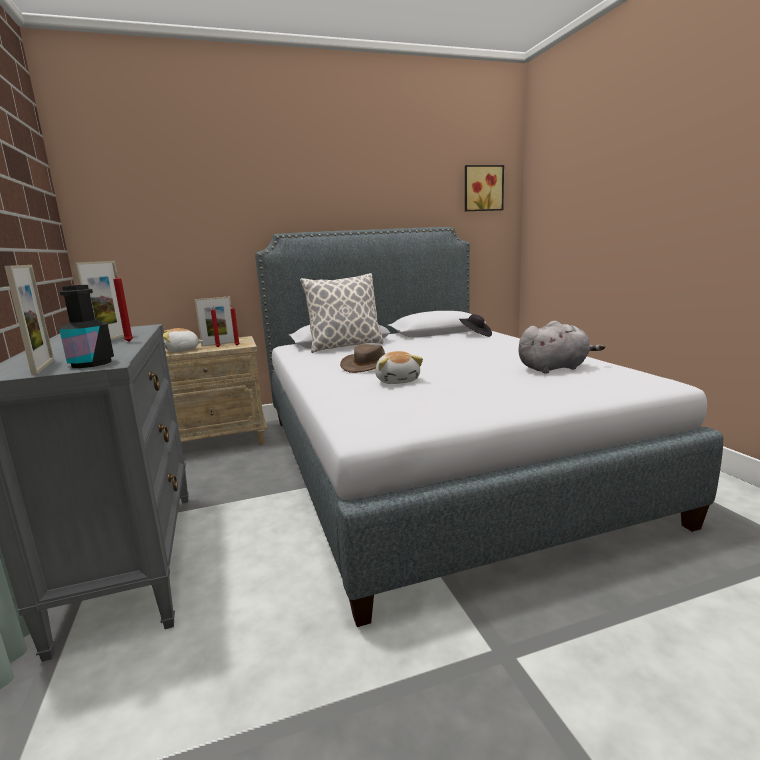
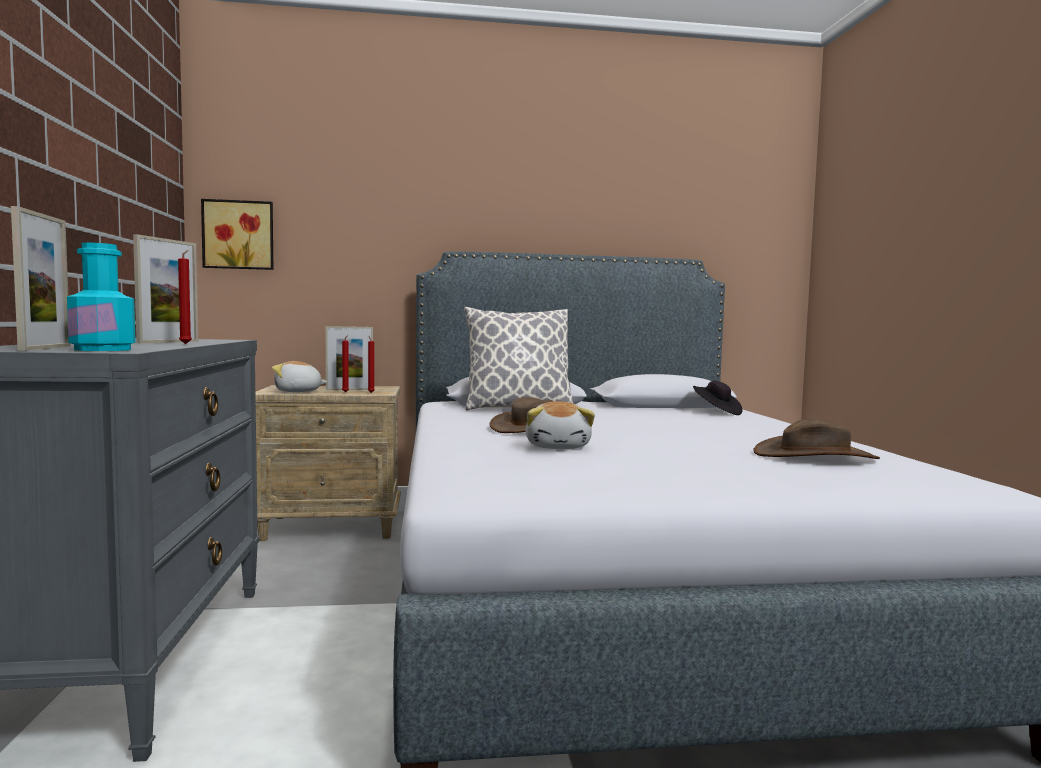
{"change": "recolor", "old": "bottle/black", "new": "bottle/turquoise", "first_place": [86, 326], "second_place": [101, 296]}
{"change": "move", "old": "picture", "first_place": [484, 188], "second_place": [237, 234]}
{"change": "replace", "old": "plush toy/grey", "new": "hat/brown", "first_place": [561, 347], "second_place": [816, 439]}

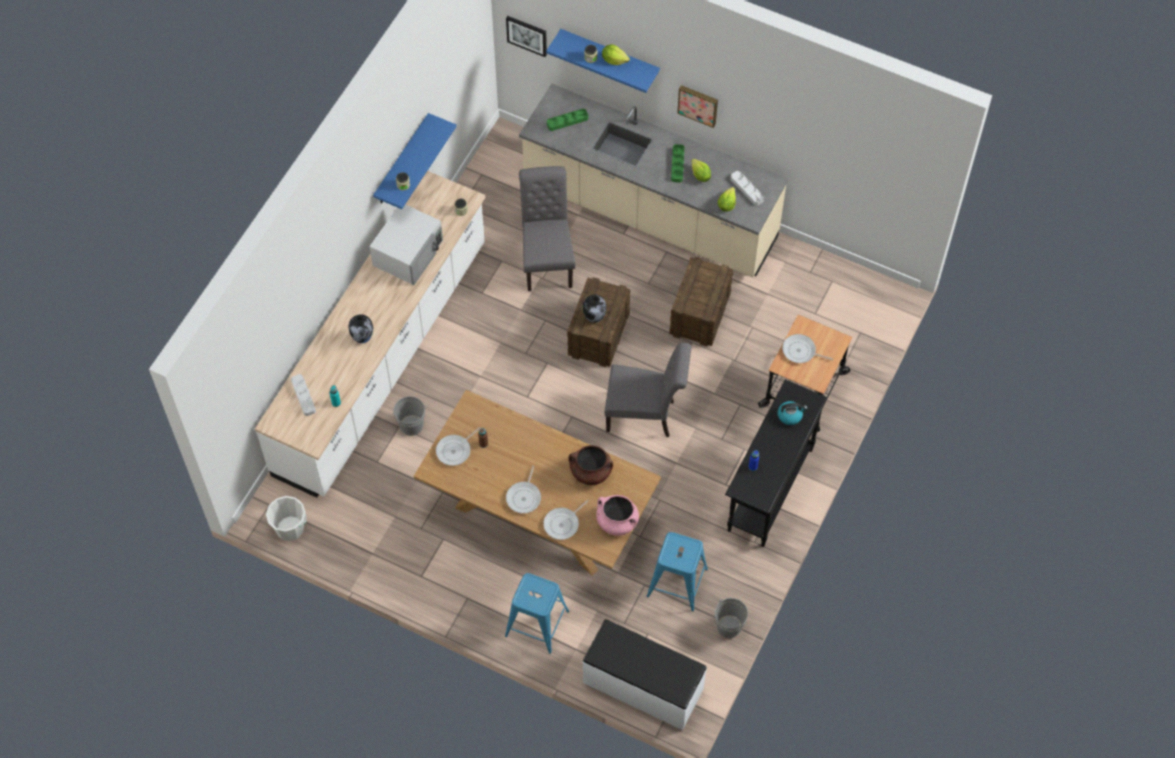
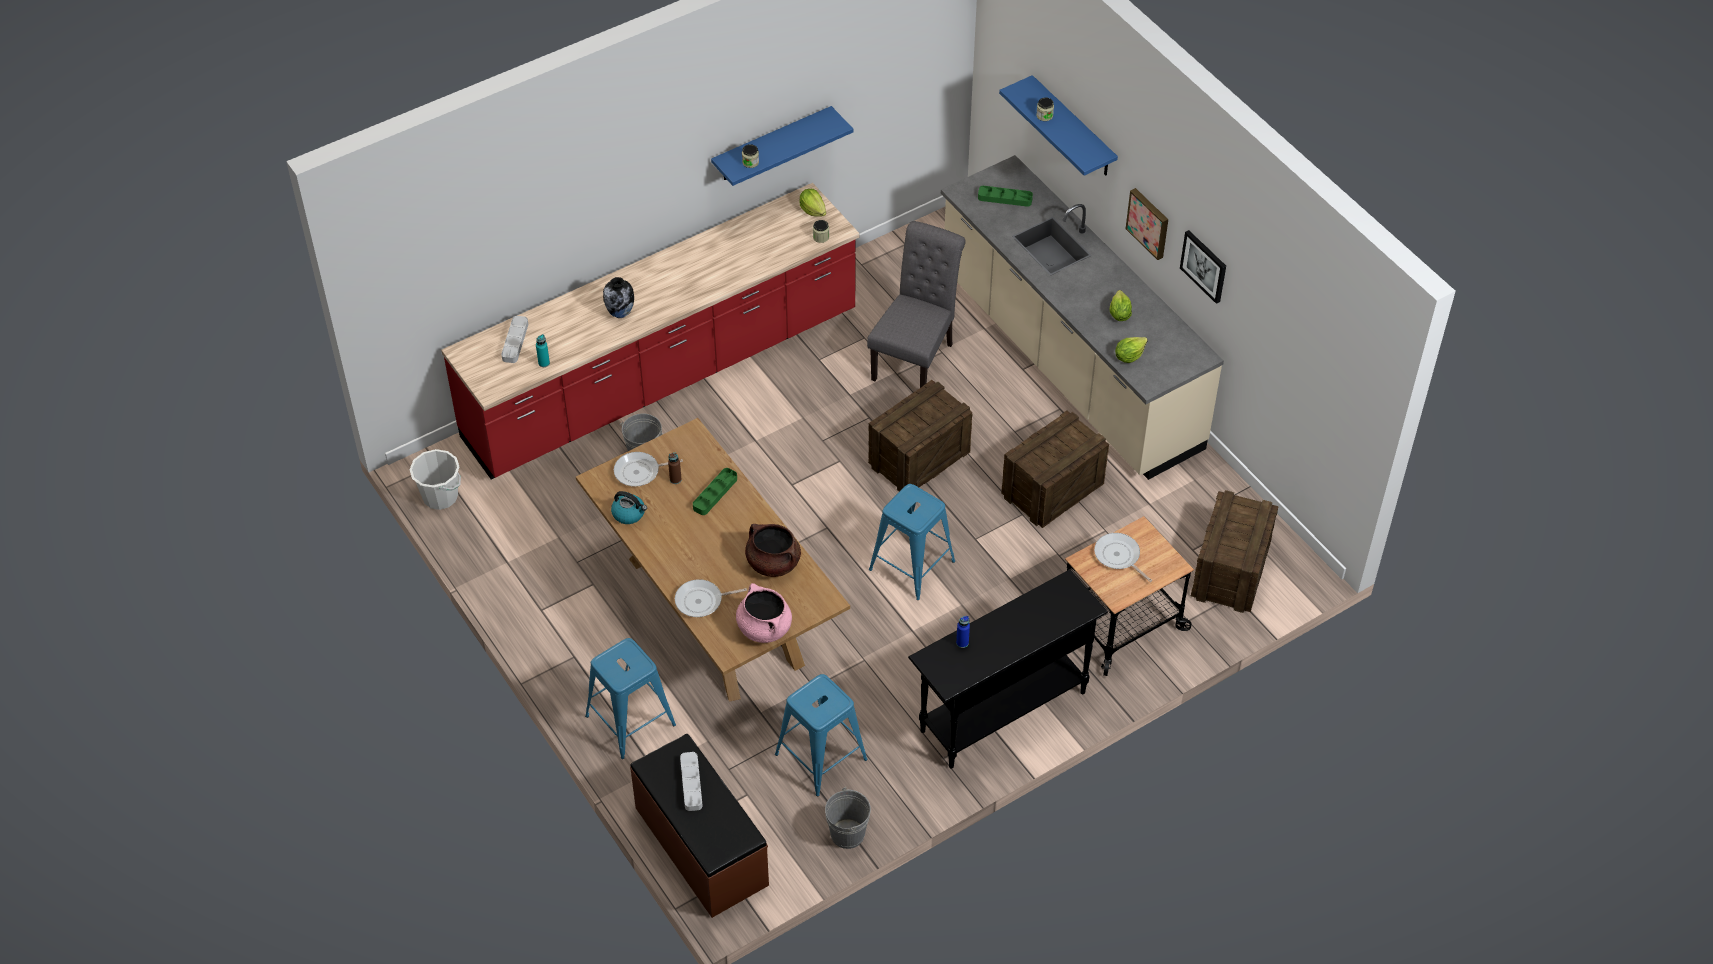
{"change": "recolor", "old": "counter/white", "new": "counter/red", "first_place": [370, 334], "second_place": [650, 331]}
{"change": "move", "old": "kettle", "first_place": [792, 413], "second_place": [629, 507]}
{"change": "recolor", "old": "bench/white", "new": "bench/brown", "first_place": [645, 674], "second_place": [699, 826]}
{"change": "move", "old": "tray/grey", "first_place": [747, 188], "second_place": [691, 781]}
{"change": "move", "old": "tray/green", "first_place": [677, 163], "second_place": [715, 491]}
{"change": "move", "old": "lettuce", "first_place": [616, 54], "second_place": [812, 203]}
{"change": "replace", "old": "chair/grey", "new": "stool/blue", "first_place": [647, 390], "second_place": [912, 542]}
{"change": "move", "old": "picture", "first_place": [526, 36], "second_place": [1203, 267]}
{"change": "insert", "new": "crate", "second_place": [1235, 551]}
{"change": "delete", "old": "microwave/white", "first_place": [406, 244]}
{"change": "delete", "old": "frying pan", "first_place": [523, 489]}
{"change": "delete", "old": "vase", "first_place": [594, 308]}

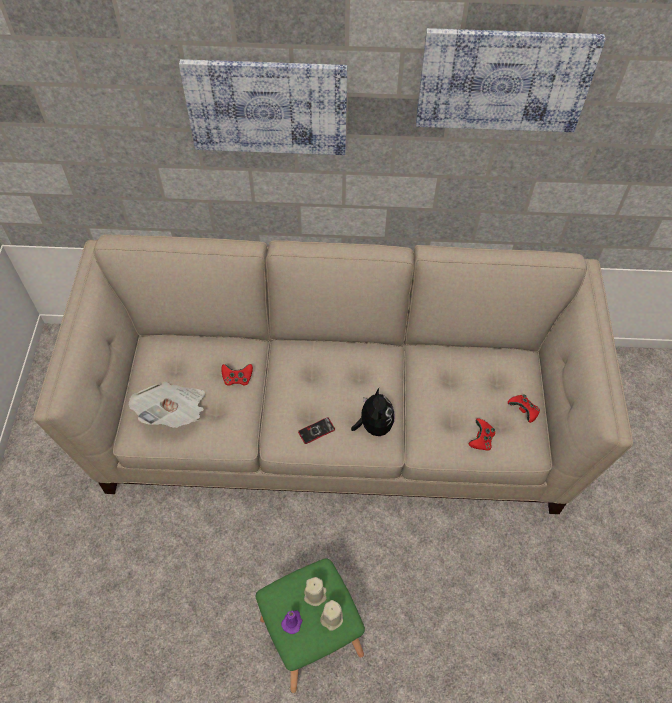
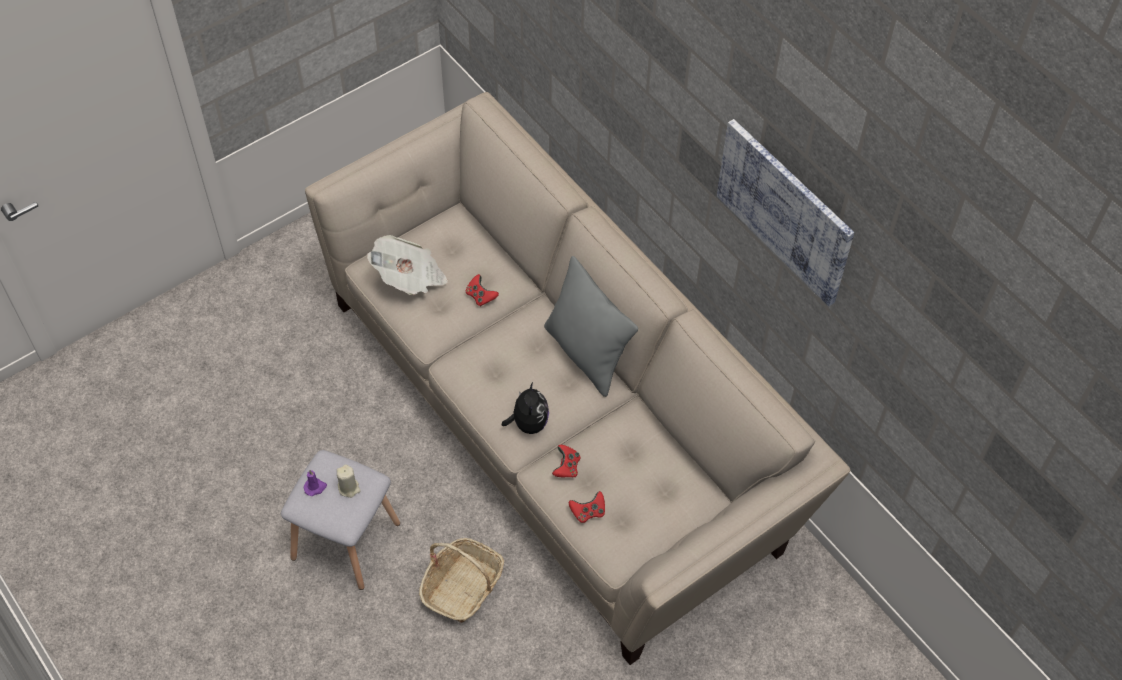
{"change": "recolor", "old": "stool/green", "new": "stool/grey", "first_place": [310, 625], "second_place": [340, 520]}
{"change": "insert", "new": "basket", "second_place": [461, 580]}
{"change": "rotate", "old": "plush toy", "first_place": [373, 412], "second_place": [525, 408], "degrees": -45}
{"change": "insert", "new": "pillow/grey", "second_place": [591, 326]}
{"change": "move", "old": "game controller/red", "first_place": [524, 408], "second_place": [566, 461]}
{"change": "delete", "old": "picture", "first_place": [263, 107]}
{"change": "delete", "old": "phone", "first_place": [316, 430]}
{"change": "delete", "old": "candle/beige", "first_place": [331, 615]}

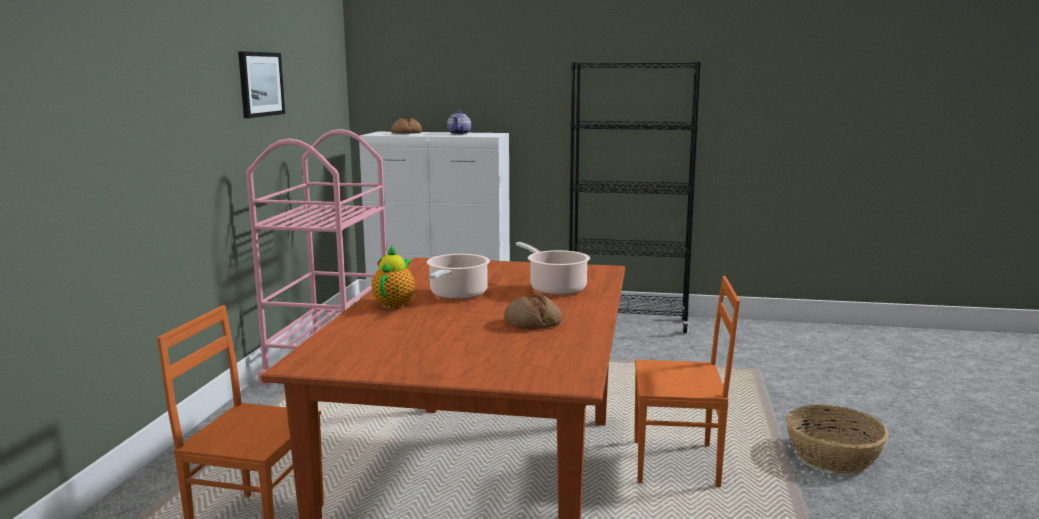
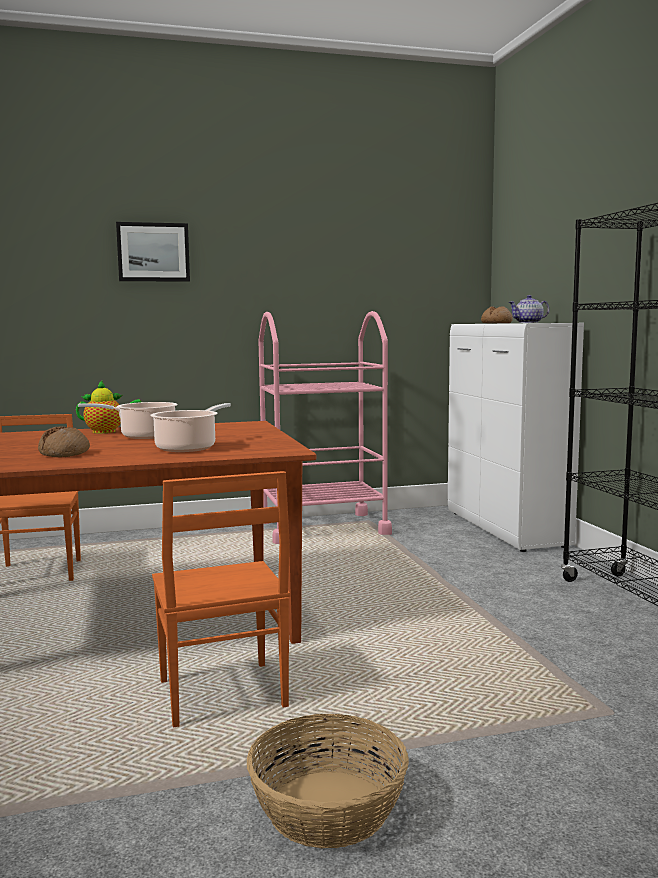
{"change": "move", "old": "picture", "first_place": [261, 84], "second_place": [153, 251]}

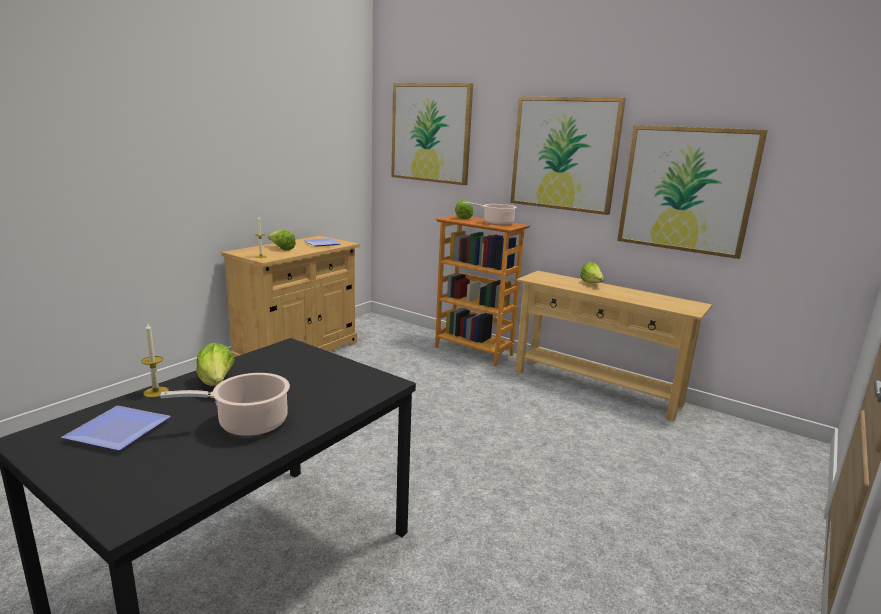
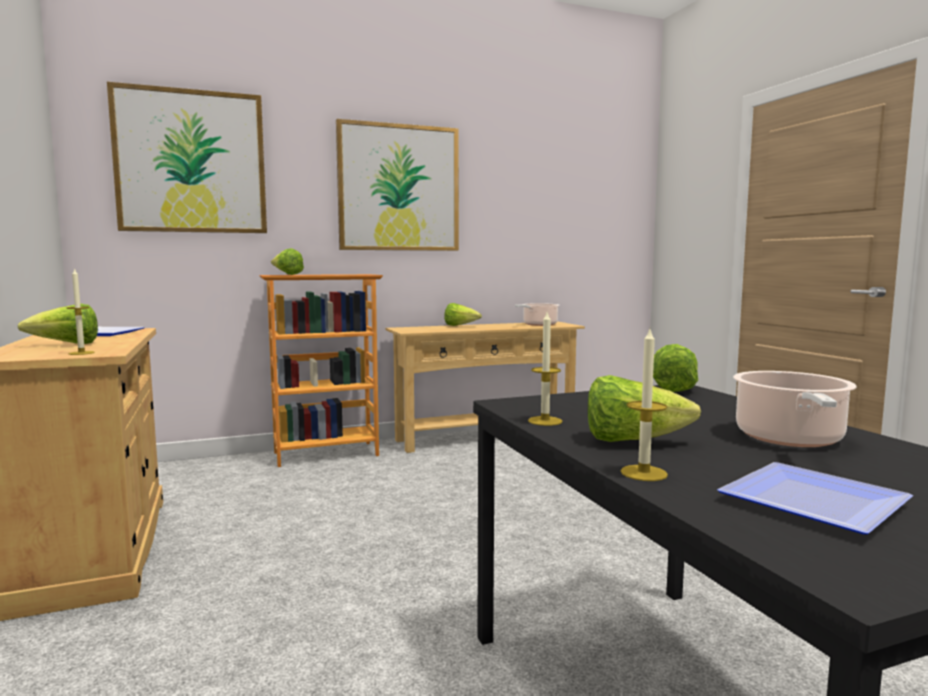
{"change": "move", "old": "cooking pot", "first_place": [490, 214], "second_place": [537, 314]}
{"change": "insert", "new": "candle", "second_place": [545, 369]}
{"change": "insert", "new": "lettuce", "second_place": [675, 368]}
{"change": "delete", "old": "picture", "first_place": [692, 192]}

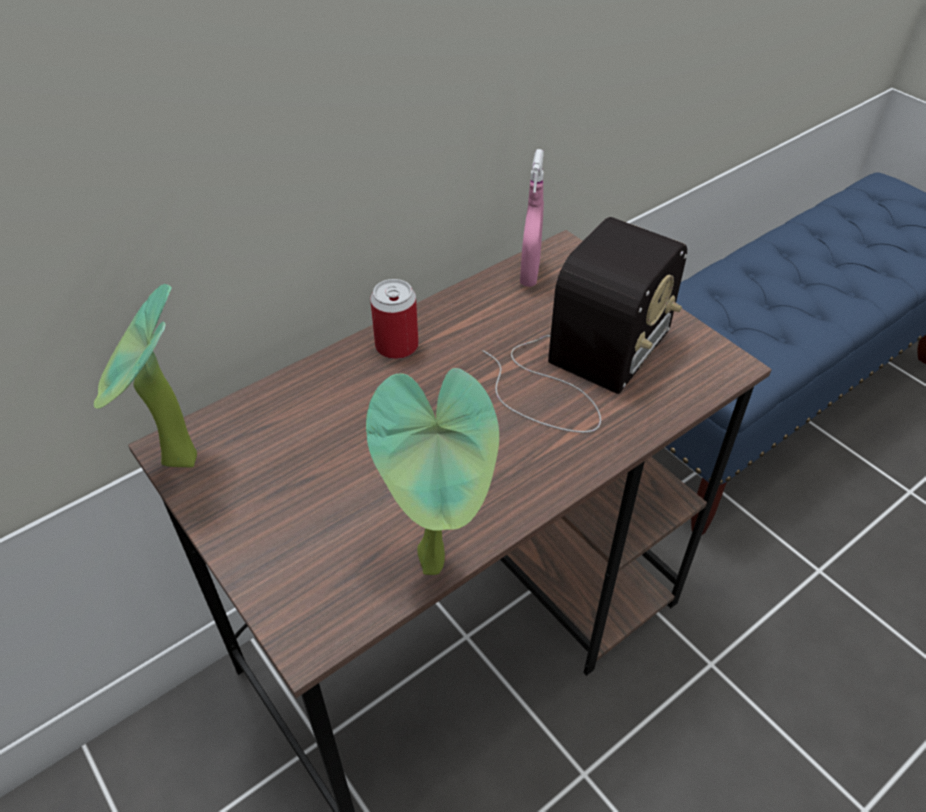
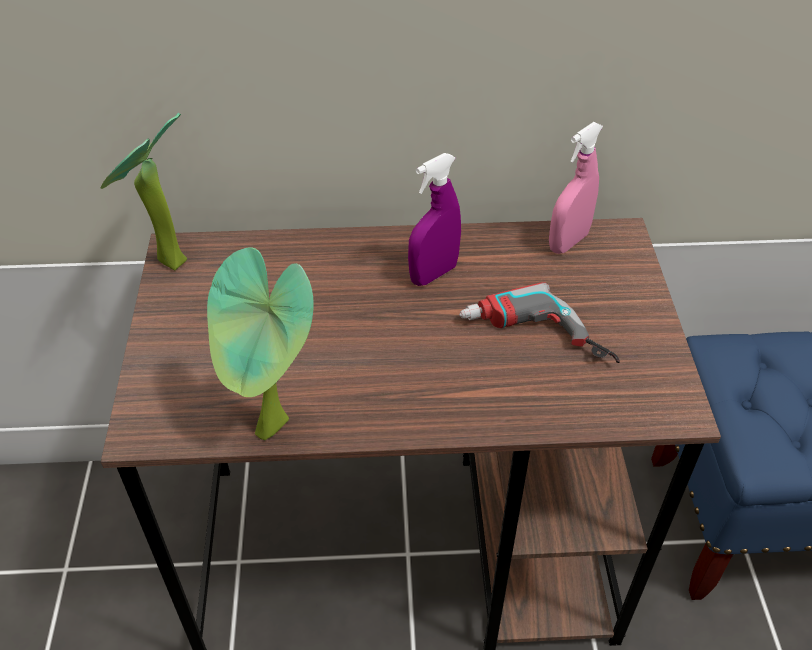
{"change": "insert", "new": "spray bottle/purple", "second_place": [434, 219]}
{"change": "replace", "old": "radio", "new": "power drill", "first_place": [584, 325], "second_place": [539, 322]}
{"change": "delete", "old": "can", "first_place": [394, 319]}

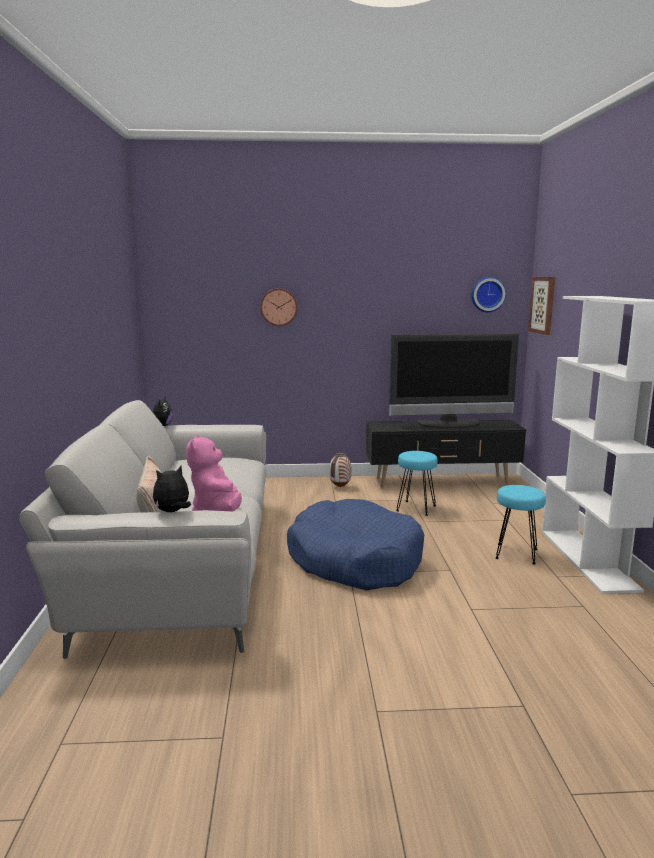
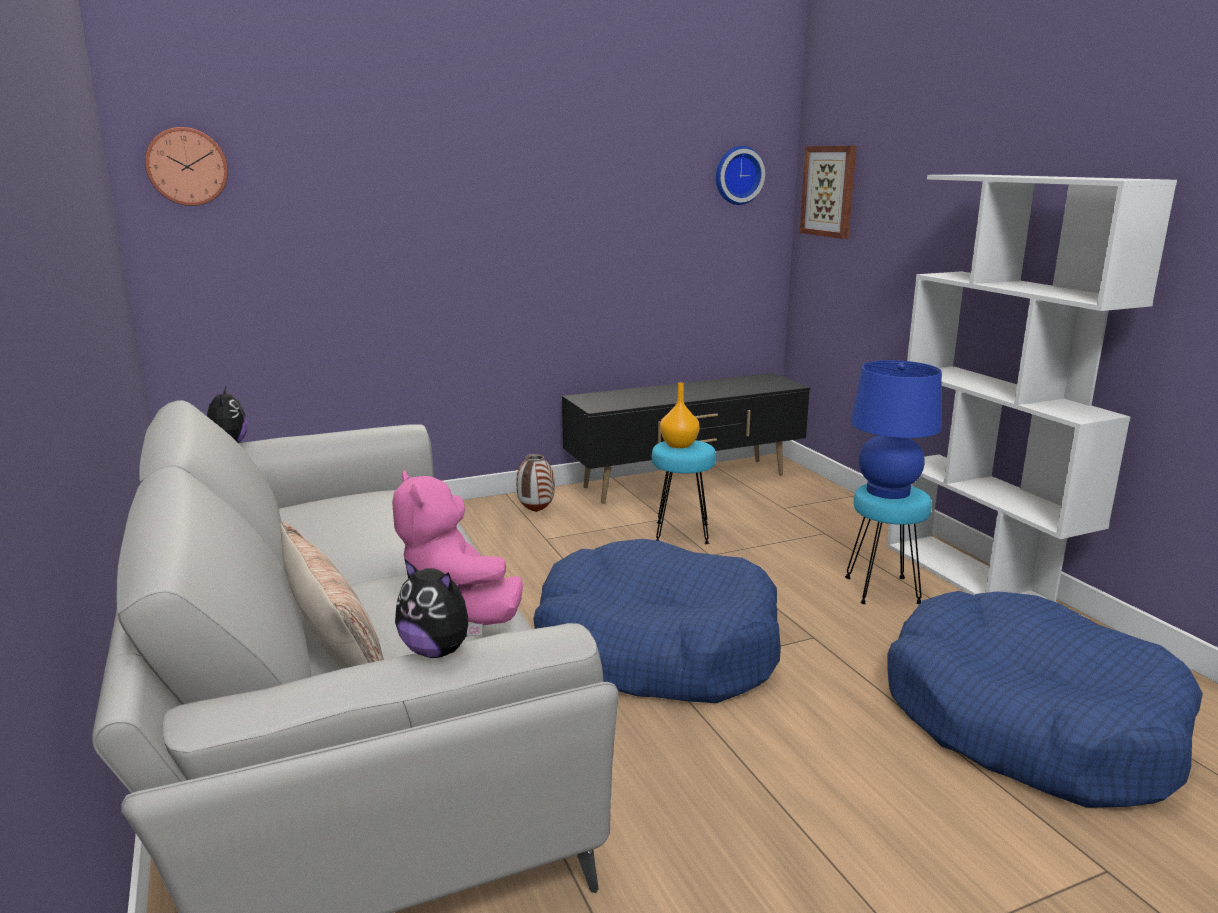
{"change": "move", "old": "wall clock", "first_place": [279, 307], "second_place": [186, 166]}
{"change": "rotate", "old": "plush toy", "first_place": [172, 489], "second_place": [439, 608], "degrees": -90}
{"change": "insert", "new": "vase/orange", "second_place": [680, 415]}
{"change": "insert", "new": "table lamp/blue", "second_place": [896, 429]}
{"change": "insert", "new": "dog bed/blue", "second_place": [1045, 699]}
{"change": "delete", "old": "television", "first_place": [454, 380]}

